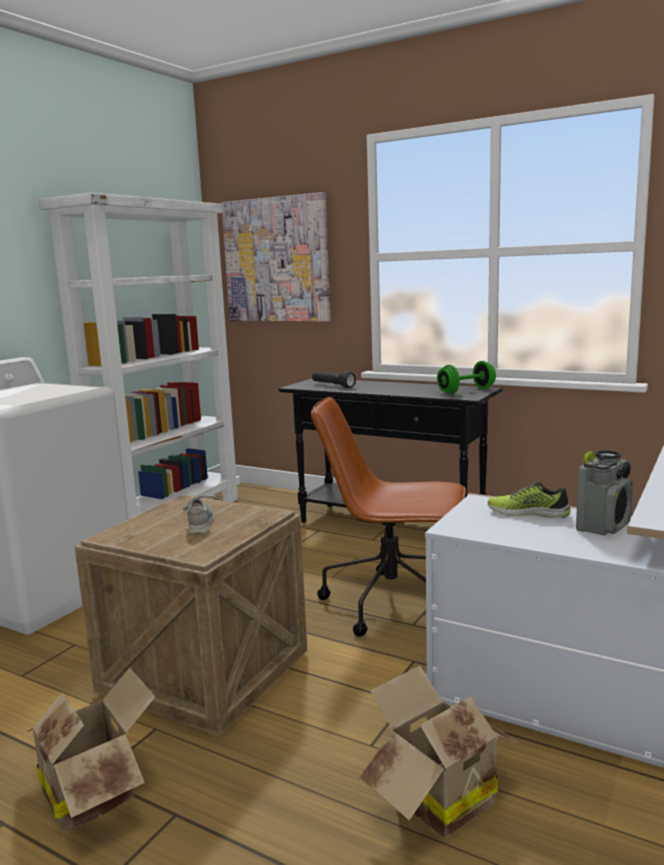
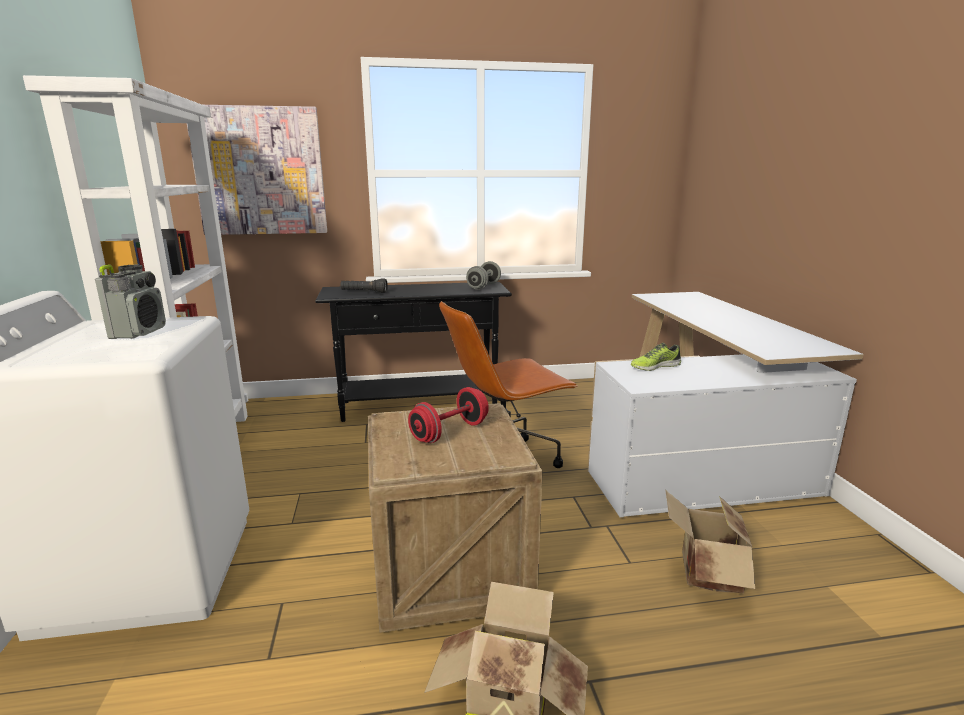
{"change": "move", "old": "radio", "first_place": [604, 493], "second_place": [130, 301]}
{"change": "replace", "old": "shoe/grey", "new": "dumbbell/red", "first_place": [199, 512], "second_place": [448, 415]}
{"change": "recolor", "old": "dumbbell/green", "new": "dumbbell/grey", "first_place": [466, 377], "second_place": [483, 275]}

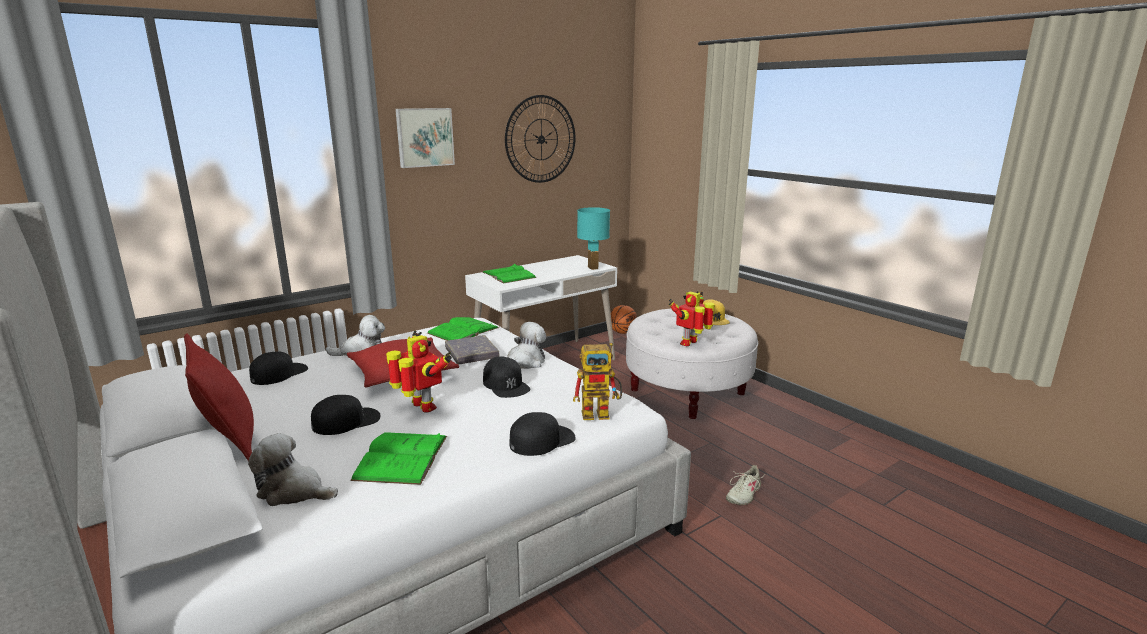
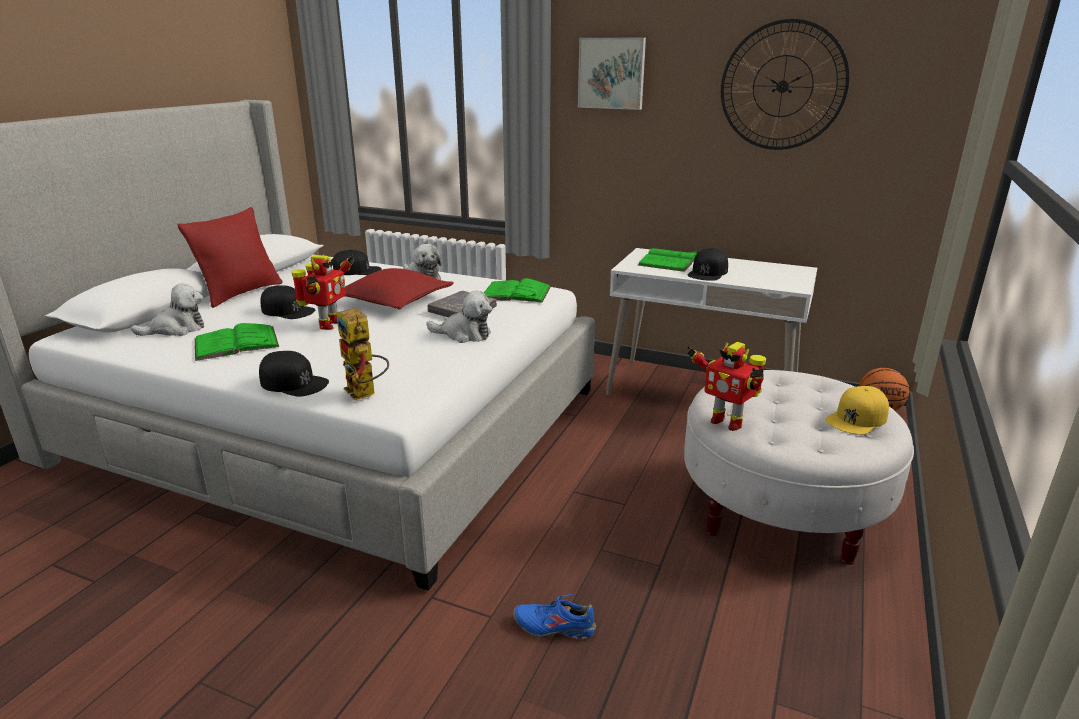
{"change": "rotate", "old": "plush toy", "first_place": [293, 469], "second_place": [167, 310], "degrees": 75}
{"change": "recolor", "old": "shoe/beige", "new": "shoe/blue", "first_place": [745, 485], "second_place": [554, 616]}
{"change": "rotate", "old": "toy robot", "first_place": [691, 318], "second_place": [726, 386], "degrees": -150}
{"change": "move", "old": "cap/black", "first_place": [506, 377], "second_place": [708, 264]}
{"change": "delete", "old": "table lamp/turquoise", "first_place": [593, 238]}

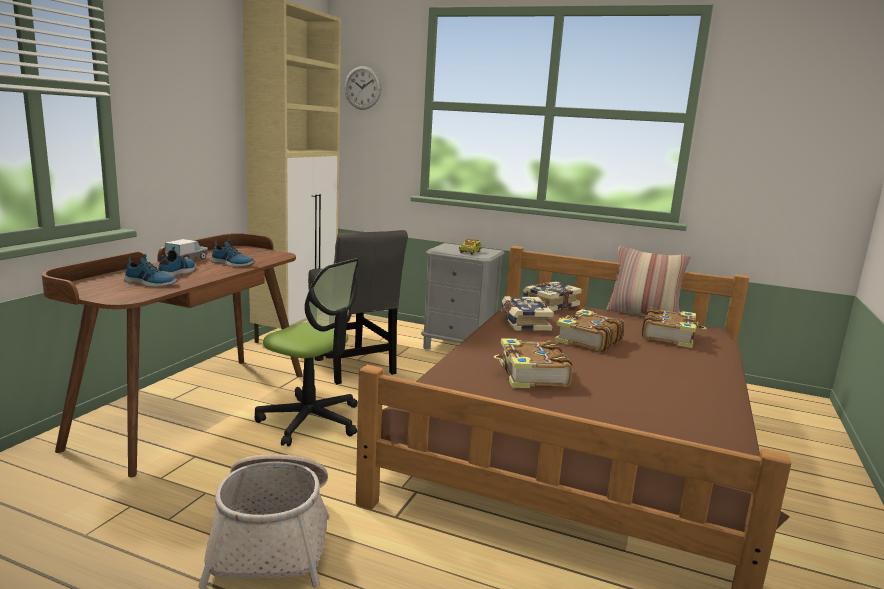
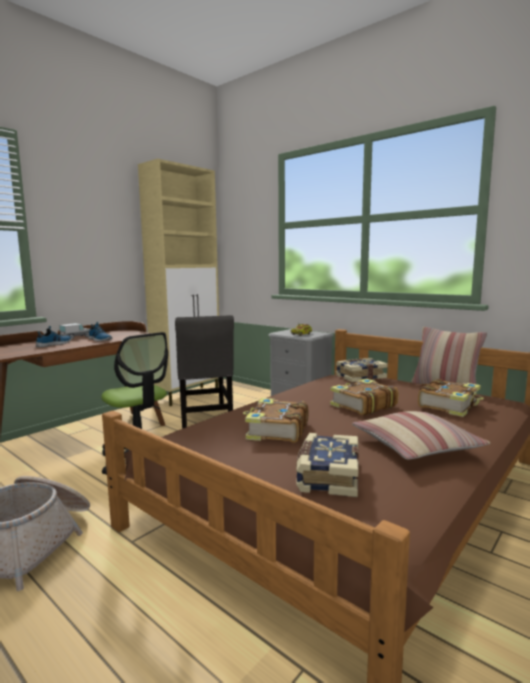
{"change": "move", "old": "book", "first_place": [527, 313], "second_place": [327, 465]}
{"change": "insert", "new": "pillow", "second_place": [421, 435]}
{"change": "delete", "old": "shoe", "first_place": [151, 270]}
{"change": "delete", "old": "wall clock", "first_place": [362, 88]}

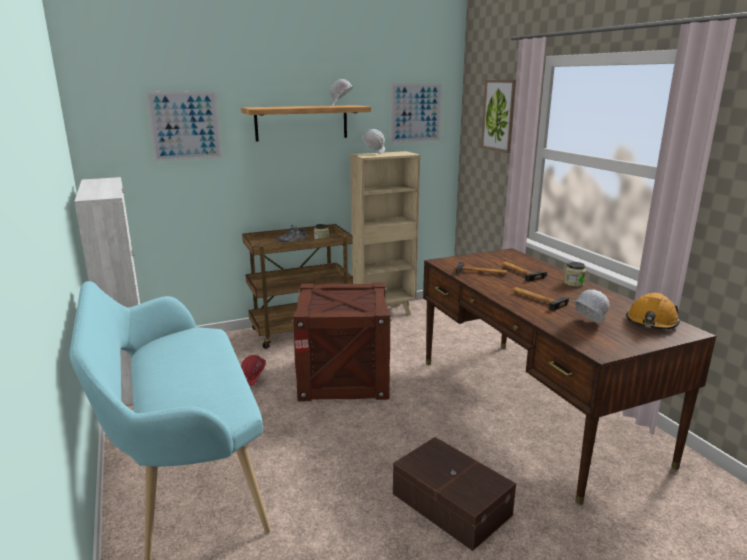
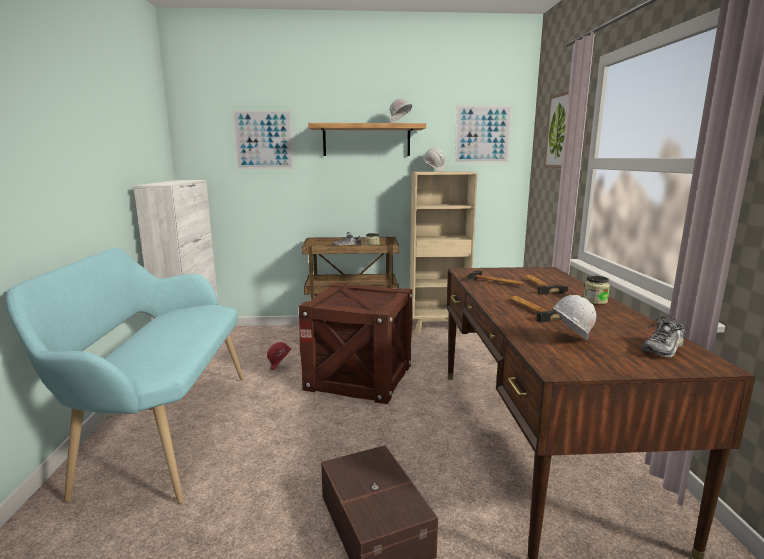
{"change": "replace", "old": "hard hat/orange", "new": "shoe", "first_place": [653, 311], "second_place": [663, 336]}

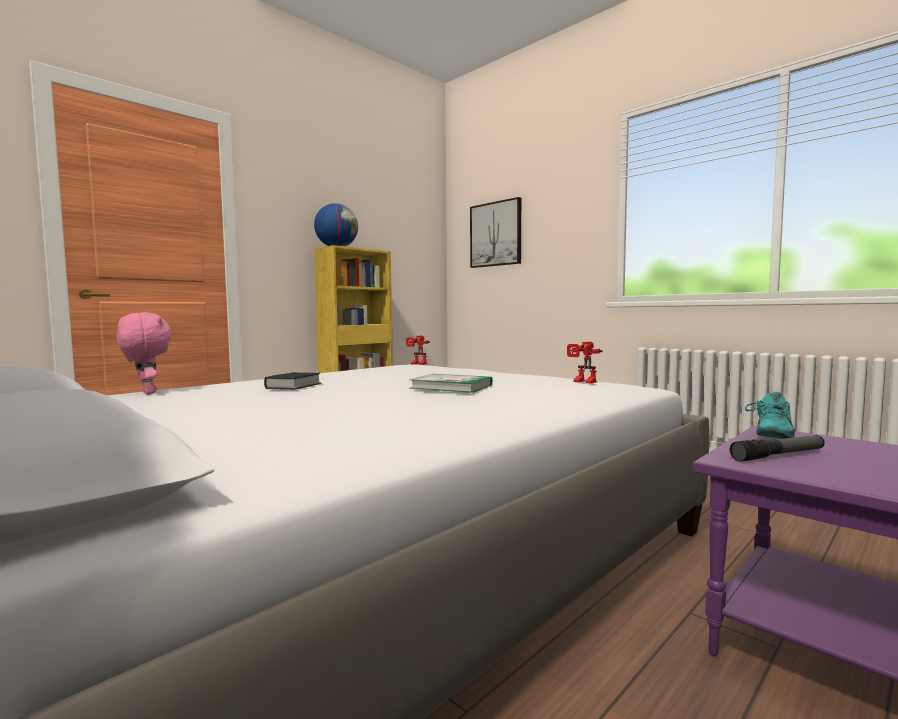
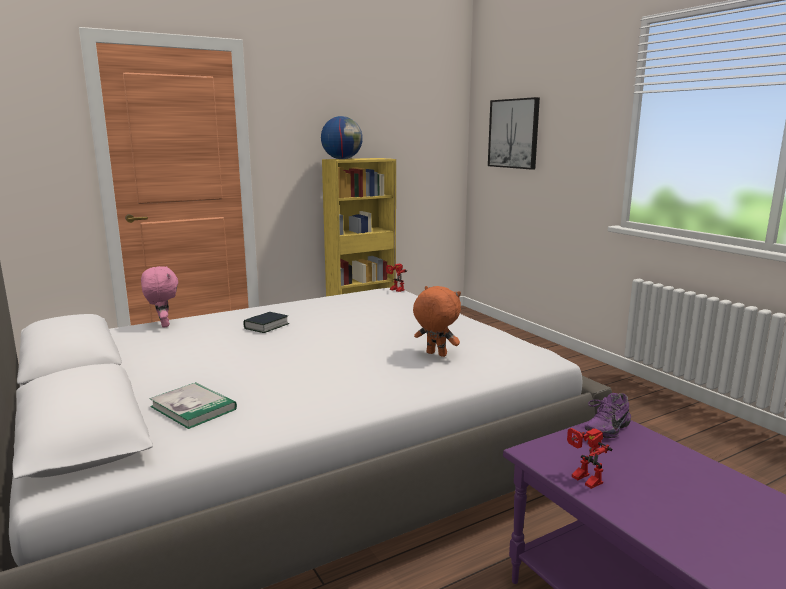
{"change": "move", "old": "book", "first_place": [451, 383], "second_place": [193, 405]}
{"change": "insert", "new": "plush toy/orange", "second_place": [437, 321]}
{"change": "move", "old": "toy robot", "first_place": [585, 363], "second_place": [590, 458]}
{"change": "recolor", "old": "shoe/turquoise", "new": "shoe/purple", "first_place": [770, 415], "second_place": [608, 415]}
{"change": "delete", "old": "flashlight", "first_place": [777, 448]}

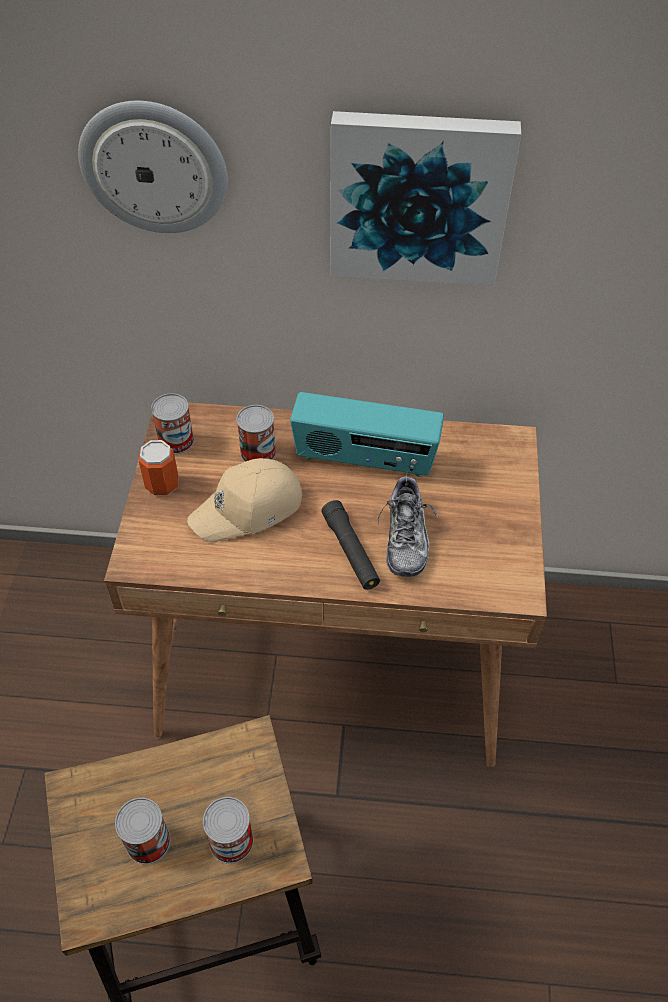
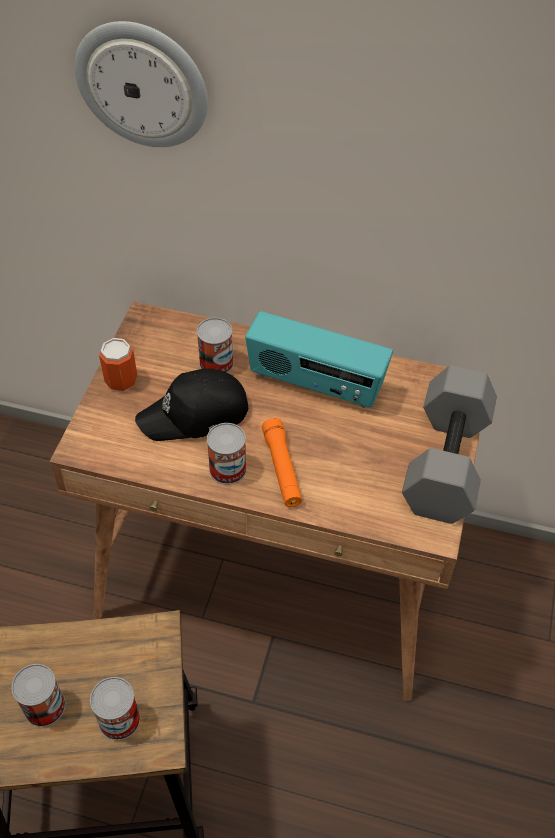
{"change": "recolor", "old": "cap/beige", "new": "cap/black", "first_place": [244, 500], "second_place": [191, 404]}
{"change": "move", "old": "can", "first_place": [172, 423], "second_place": [227, 454]}
{"change": "recolor", "old": "flashlight/black", "new": "flashlight/orange", "first_place": [350, 545], "second_place": [282, 462]}
{"change": "insert", "new": "dumbbell/grey", "second_place": [449, 444]}
{"change": "delete", "old": "picture", "first_place": [425, 198]}
{"change": "delete", "old": "shoe", "first_place": [408, 526]}

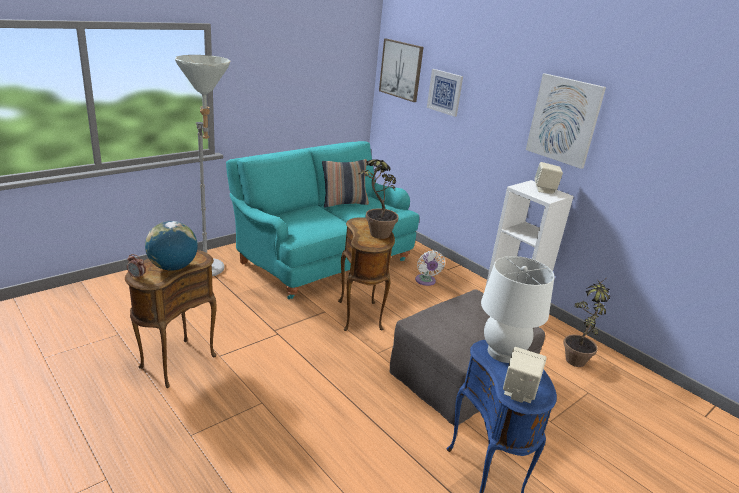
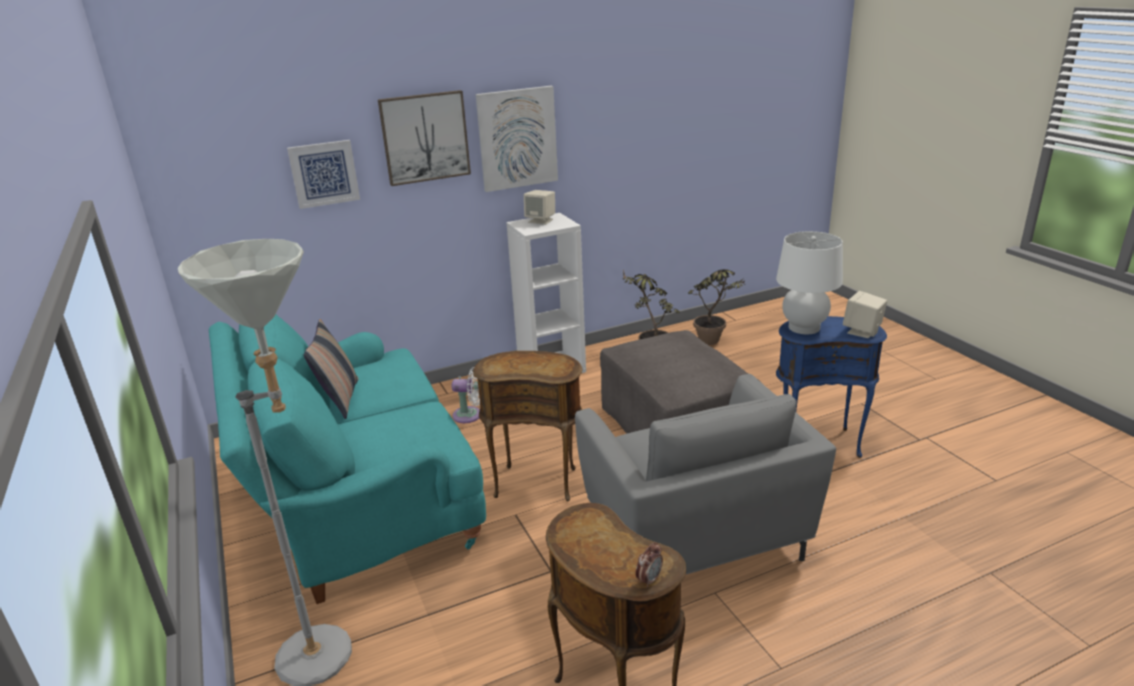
{"change": "move", "old": "picture", "first_place": [401, 70], "second_place": [424, 138]}
{"change": "insert", "new": "armchair/grey", "second_place": [705, 474]}
{"change": "move", "old": "potted plant", "first_place": [378, 199], "second_place": [716, 307]}
{"change": "delete", "old": "globe", "first_place": [171, 246]}

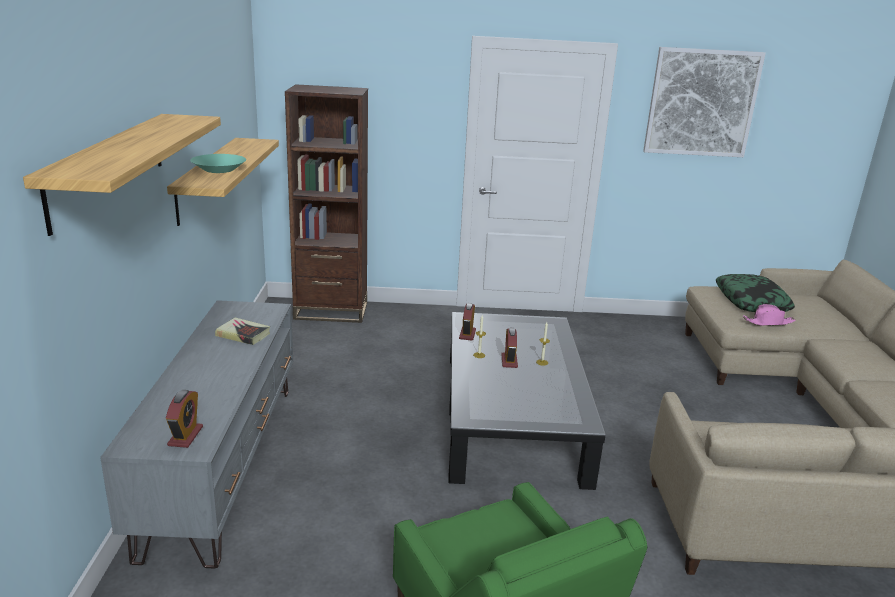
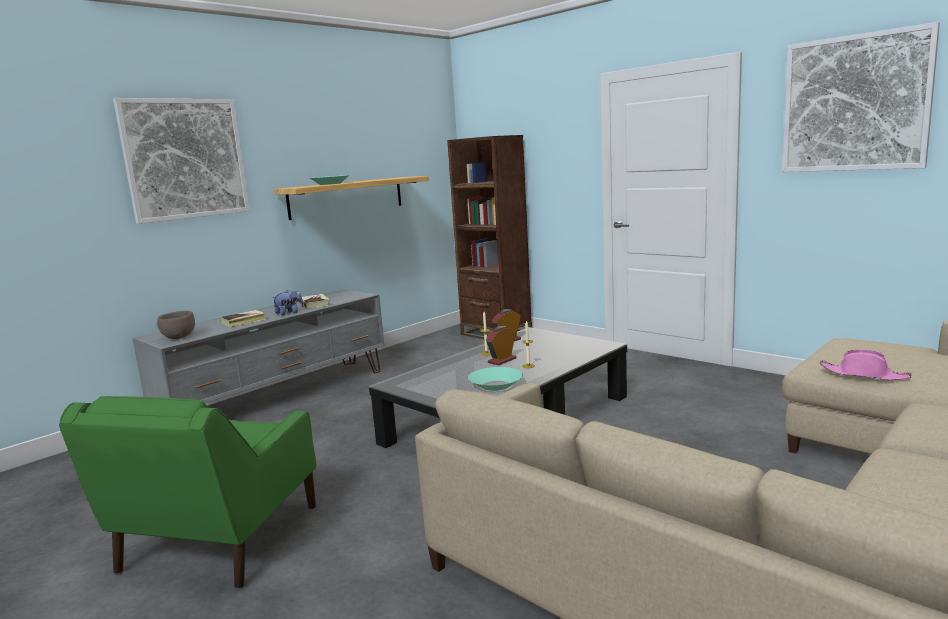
{"change": "replace", "old": "shelf", "new": "picture", "first_place": [122, 175], "second_place": [181, 161]}
{"change": "replace", "old": "alarm clock", "new": "bowl/brown", "first_place": [184, 419], "second_place": [176, 325]}
{"change": "insert", "new": "book", "second_place": [243, 318]}
{"change": "insert", "new": "plush toy", "second_place": [288, 303]}
{"change": "insert", "new": "bowl/turquoise", "second_place": [495, 379]}
{"change": "delete", "old": "pillow", "first_place": [755, 293]}

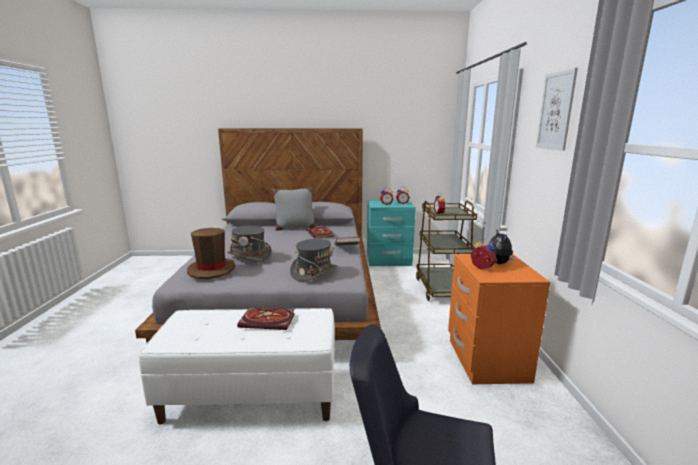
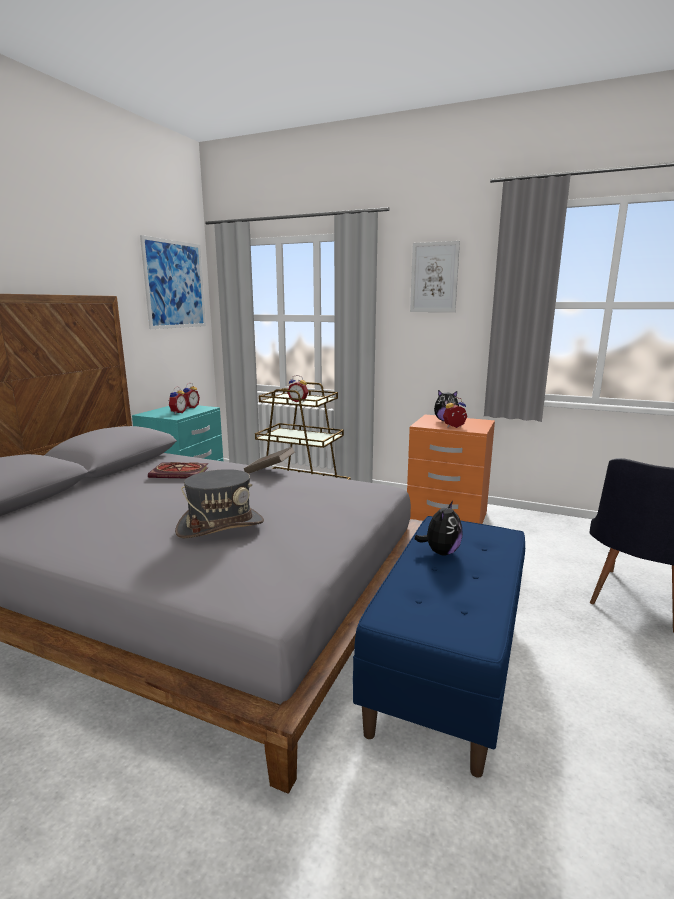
{"change": "insert", "new": "picture", "second_place": [173, 282]}
{"change": "recolor", "old": "bench/white", "new": "bench/blue", "first_place": [237, 366], "second_place": [439, 647]}
{"change": "replace", "old": "book", "new": "plush toy", "first_place": [266, 318], "second_place": [439, 528]}
{"change": "delete", "old": "hat/brown", "first_place": [211, 253]}
{"change": "delete", "old": "pillow/grey", "first_place": [293, 209]}
{"change": "delete", "old": "hat/grey", "first_place": [314, 260]}

